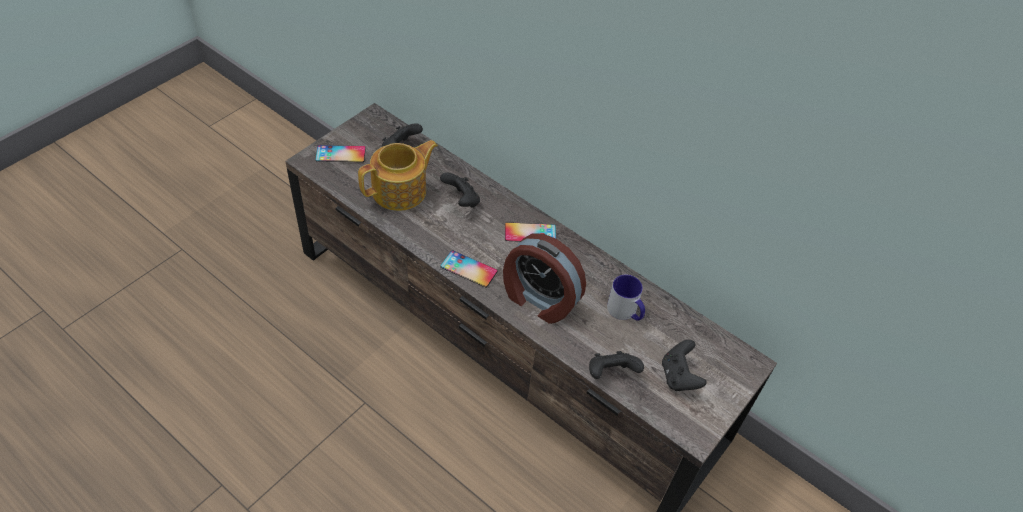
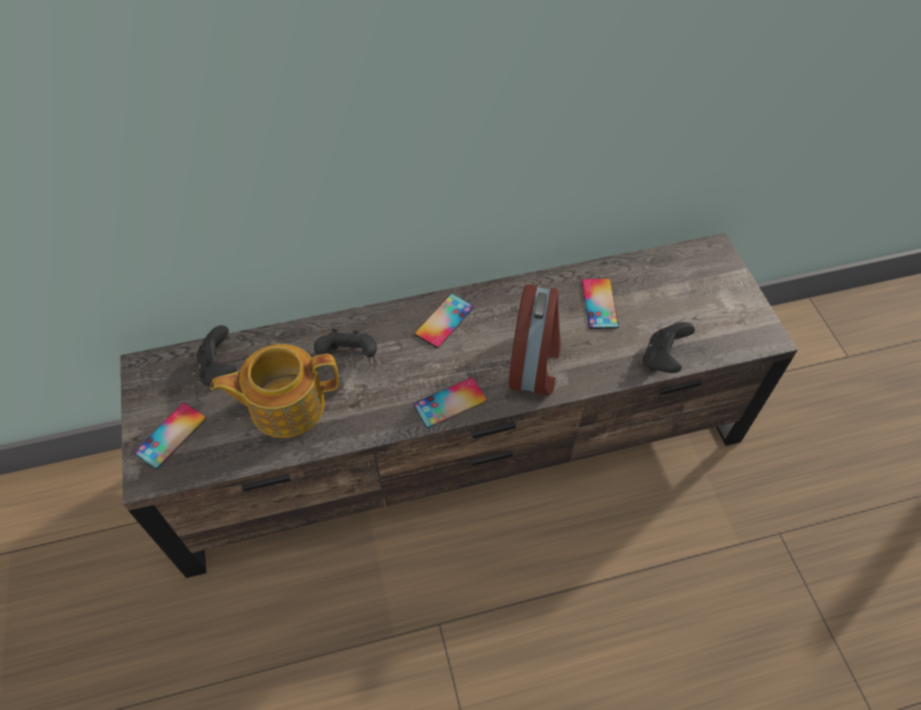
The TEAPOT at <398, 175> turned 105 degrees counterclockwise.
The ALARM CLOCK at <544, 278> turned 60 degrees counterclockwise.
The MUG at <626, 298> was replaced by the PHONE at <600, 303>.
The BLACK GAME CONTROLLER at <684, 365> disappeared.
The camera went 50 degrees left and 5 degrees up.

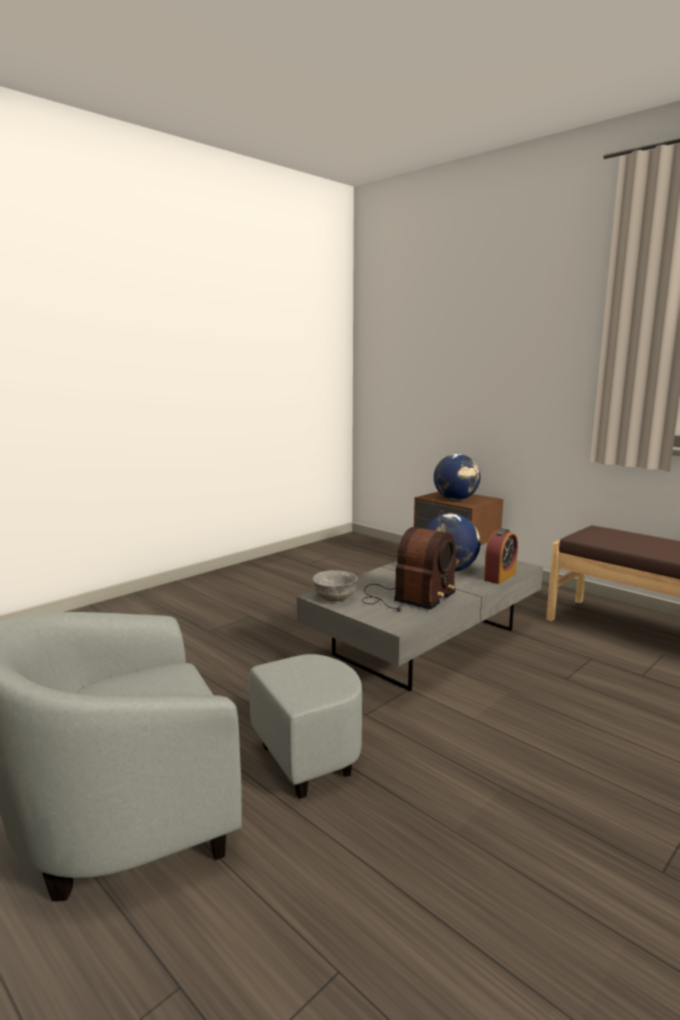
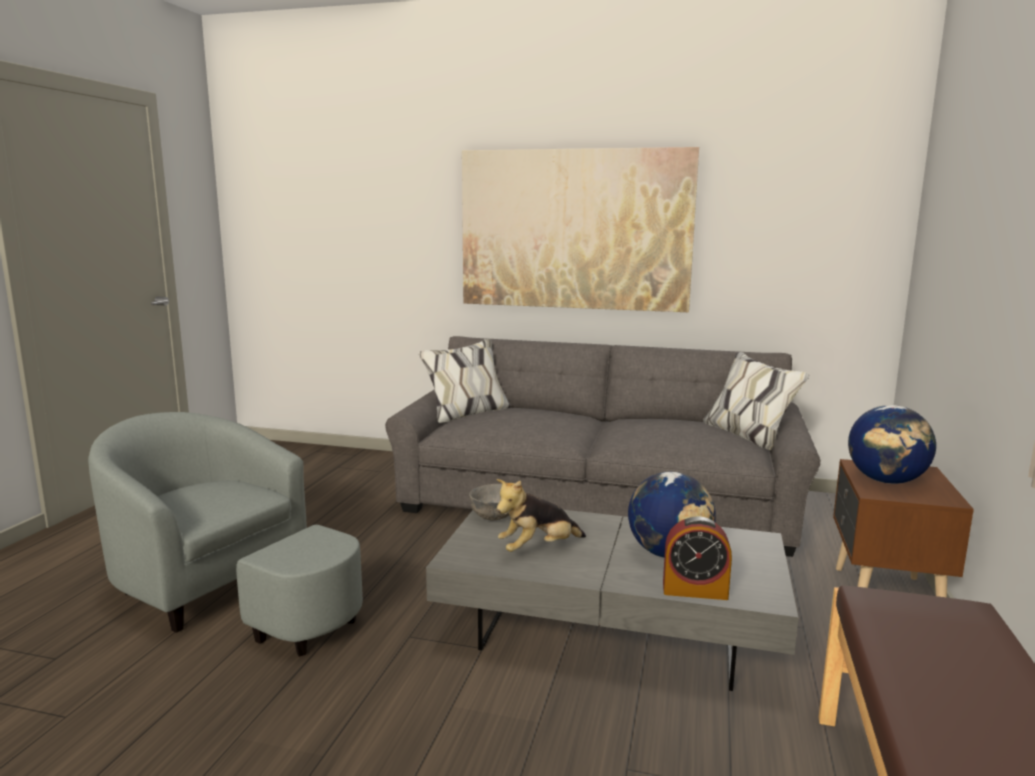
The RADIO at <409, 569> was replaced by the PLUSH TOY at <541, 515>.
The GREY SOFA at <602, 446> appeared.
The PICTURE at <580, 229> appeared.
The camera went 60 degrees right and 0 degrees up.

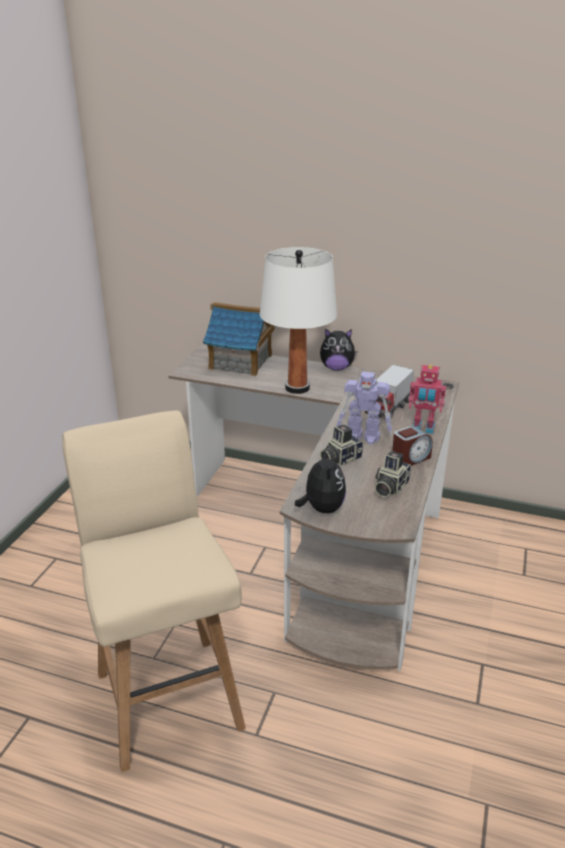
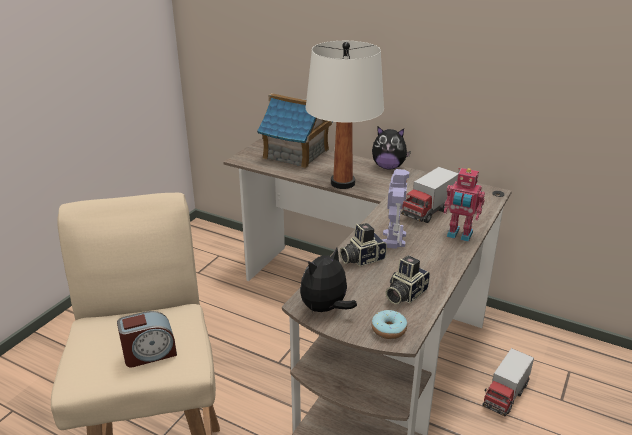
The PLUSH TOY at <320, 480> turned 135 degrees counterclockwise.
The TOY ROBOT at <364, 407> turned 105 degrees counterclockwise.
The ALARM CLOCK moved from <412, 446> to <147, 339>.
The DONUT at <389, 324> appeared.
The TOY TRUCK at <508, 382> appeared.
The camera went 10 degrees right and 0 degrees up.

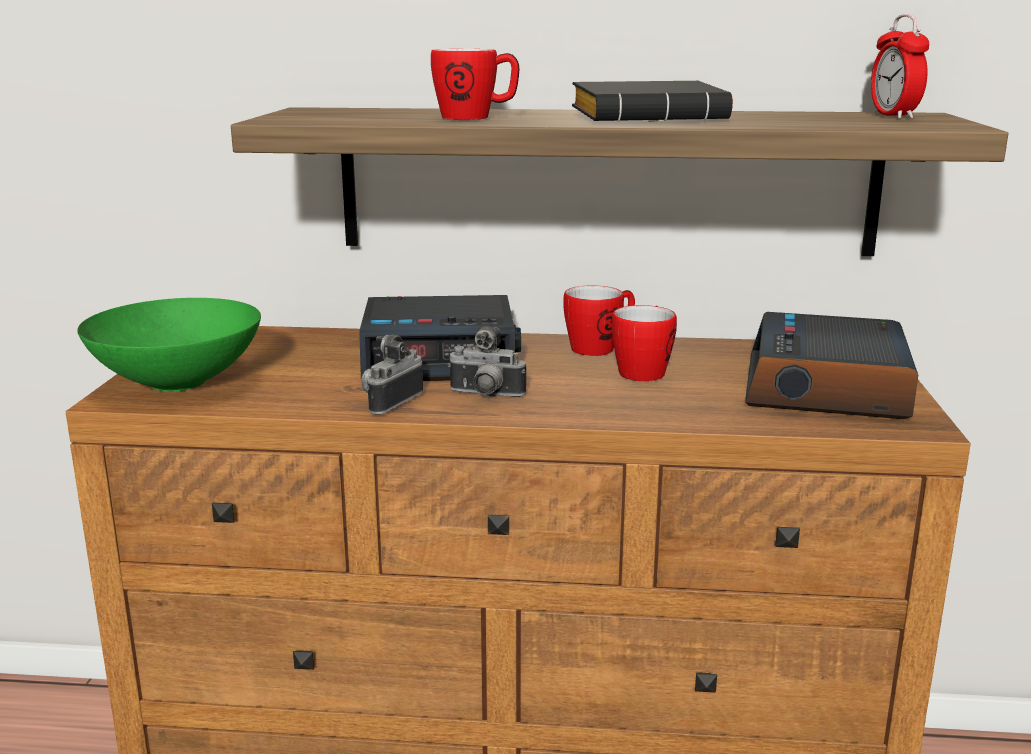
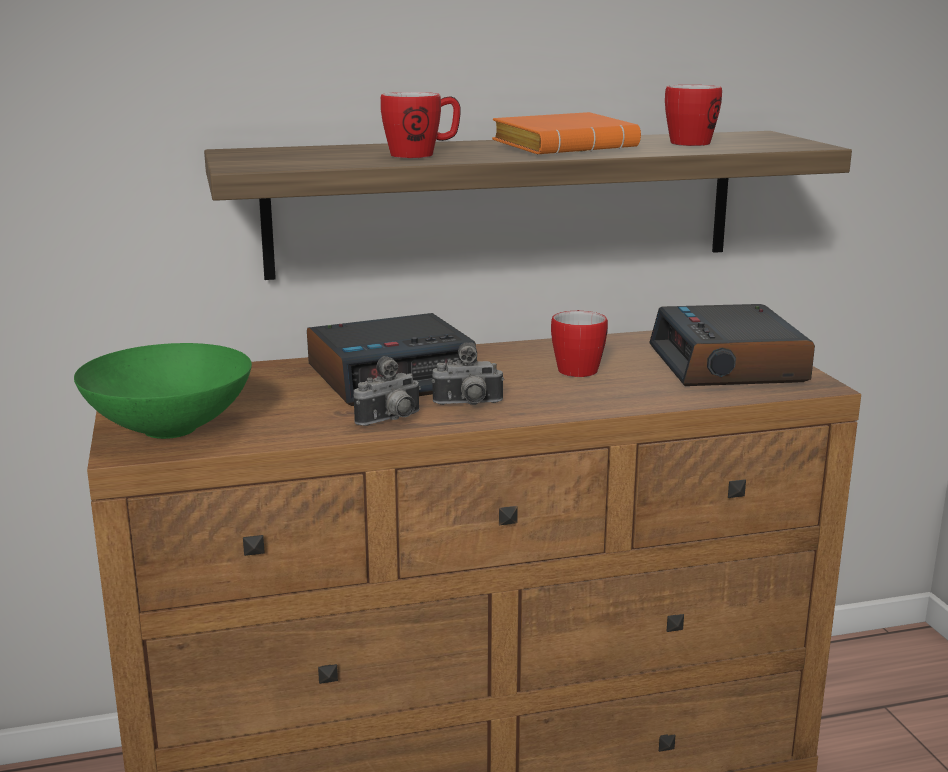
The PHOTO CAMERA at <392, 375> turned 135 degrees counterclockwise.
The MUG moved from <599, 320> to <693, 115>.
The BLACK BOOK at <652, 101> became the ORANGE BOOK at <566, 133>.
The ALARM CLOCK at <900, 66> disappeared.
The camera went 20 degrees left and 0 degrees up.

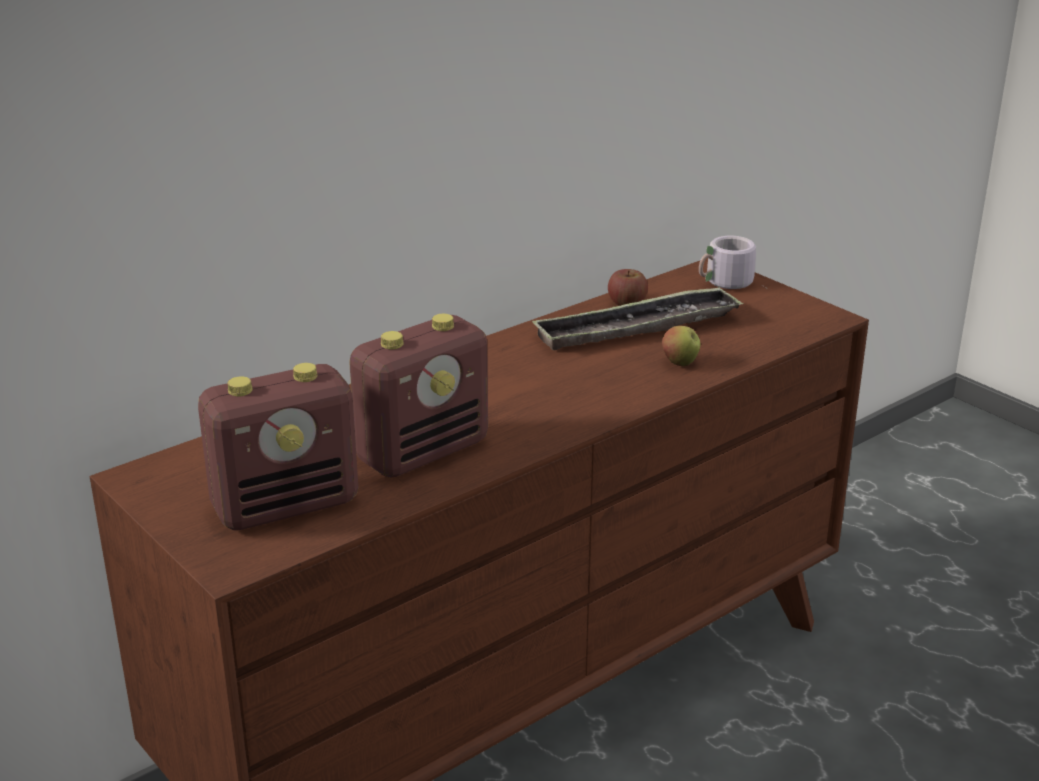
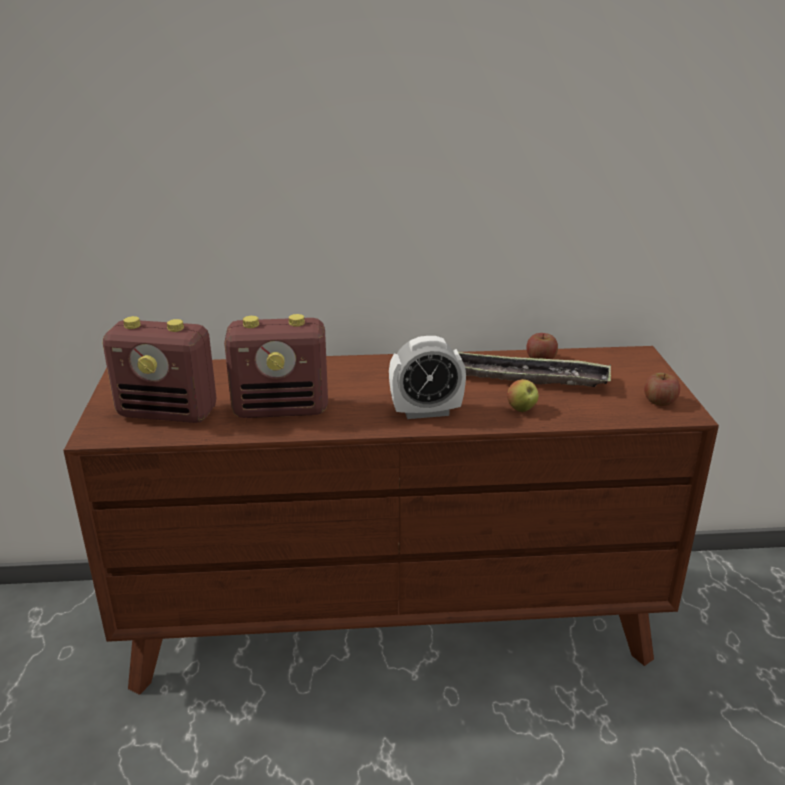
The GREY MUG at <733, 262> disappeared.
The ALARM CLOCK at <427, 377> appeared.
The APPLE at <662, 389> appeared.
The camera went 35 degrees right and 0 degrees up.

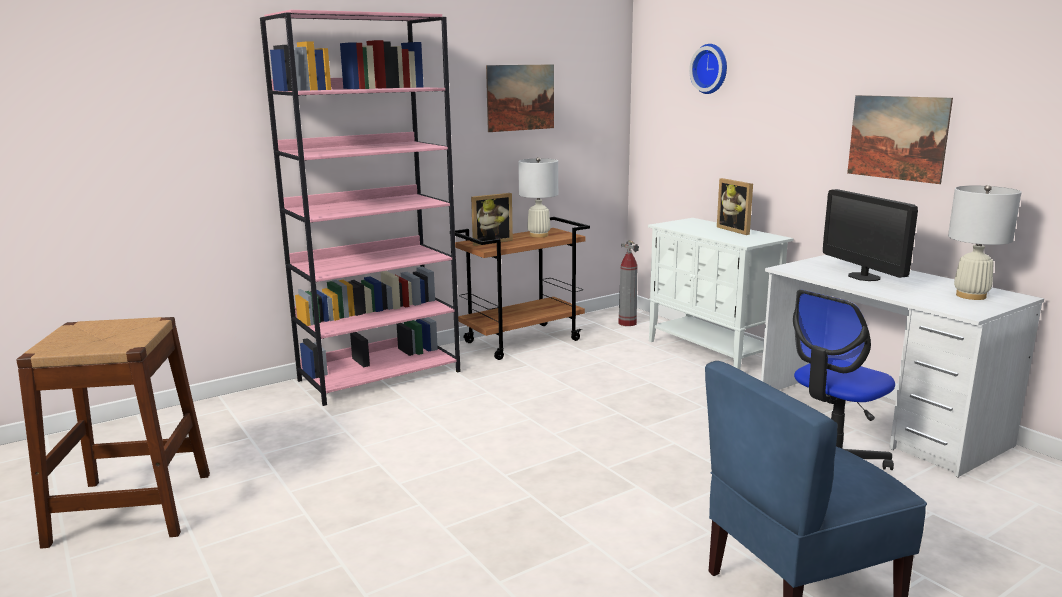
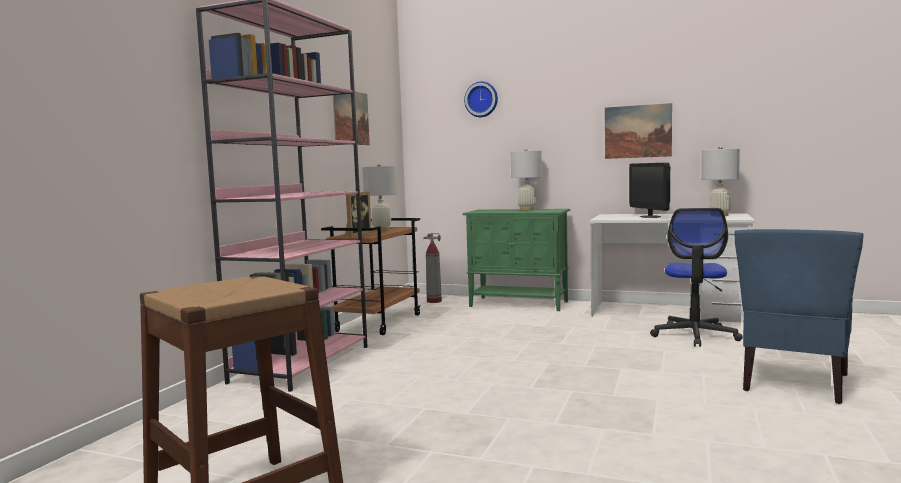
The WHITE CABINET at <720, 294> became the GREEN CABINET at <516, 260>.
The PICTURE FRAME at <735, 206> was replaced by the WHITE TABLE LAMP at <526, 179>.
The MONITOR at <870, 235> turned 45 degrees clockwise.
The camera went 35 degrees left and 10 degrees down.

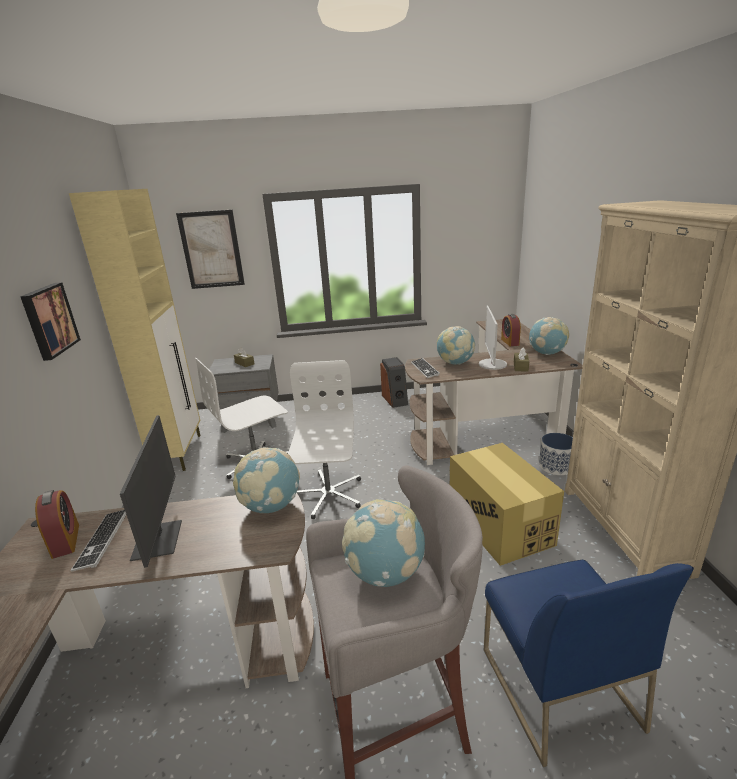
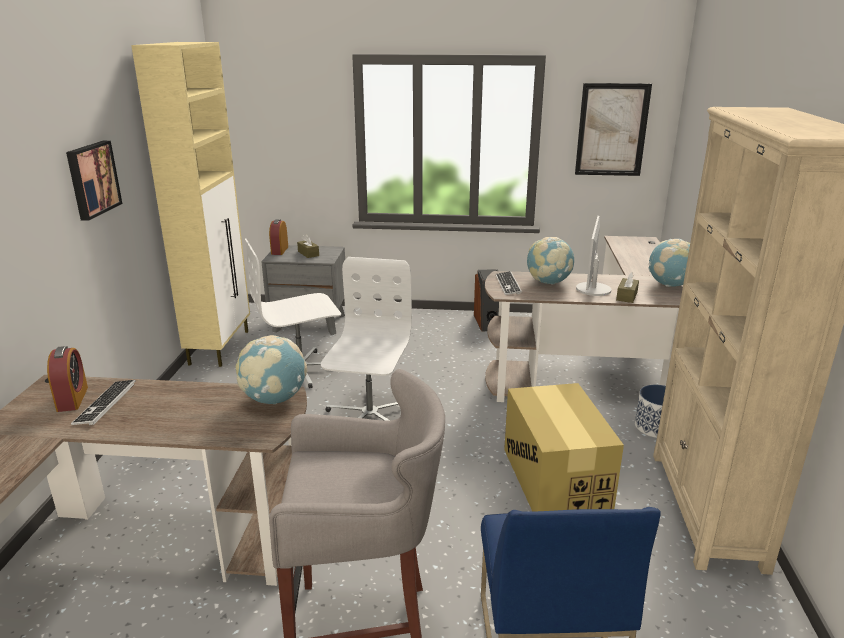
The MONITOR at <151, 491> disappeared.
The PICTURE moved from <210, 249> to <613, 129>.
The GLOBE at <383, 543> disappeared.
The ALARM CLOCK moved from <511, 330> to <278, 237>.
The camera went 10 degrees right and 0 degrees up.

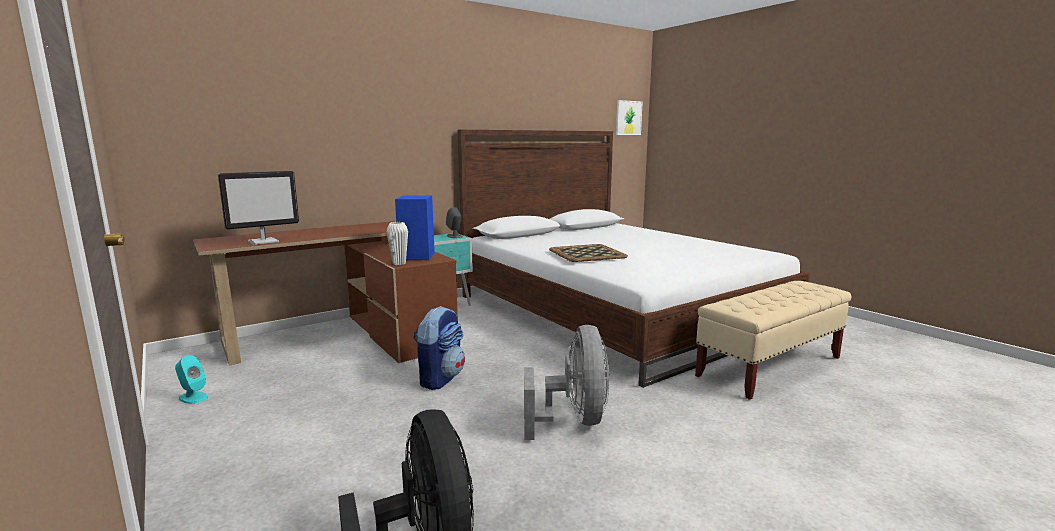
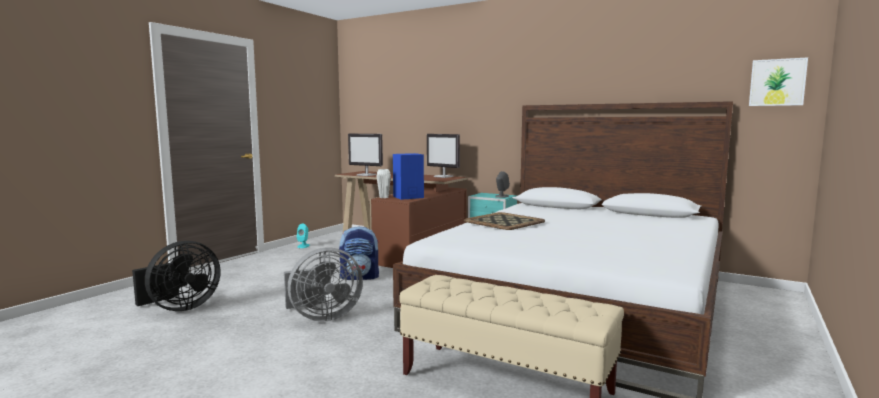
The MONITOR at <443, 156> appeared.
The camera went 65 degrees right and 5 degrees down.

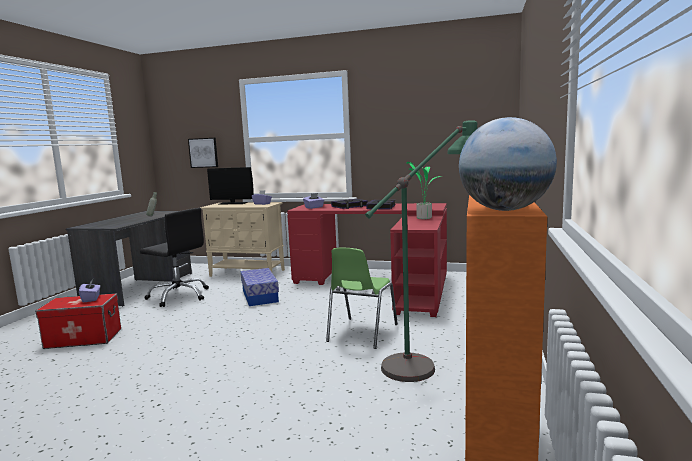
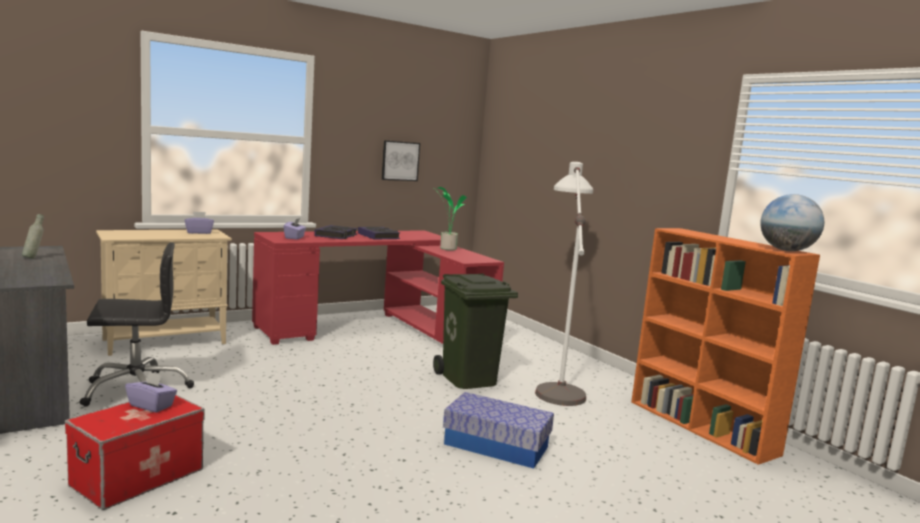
The PICTURE moved from <203, 153> to <400, 160>.
The MONITOR at <230, 185> disappeared.
The STORAGE BOX moved from <260, 287> to <498, 430>.
The GREEN CHAIR at <362, 298> was replaced by the GREEN TRASH CAN at <475, 331>.
The GREEN FLOOR LAMP at <421, 251> became the WHITE FLOOR LAMP at <564, 284>.
The camera went 50 degrees left and 0 degrees up.

